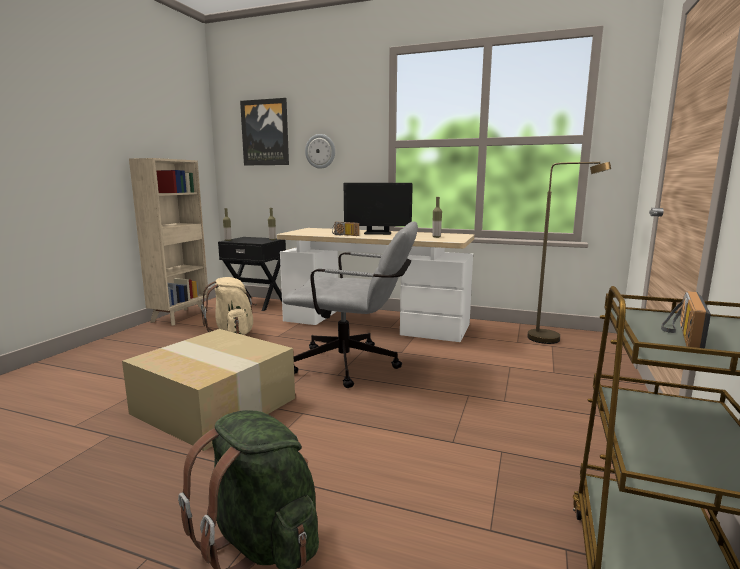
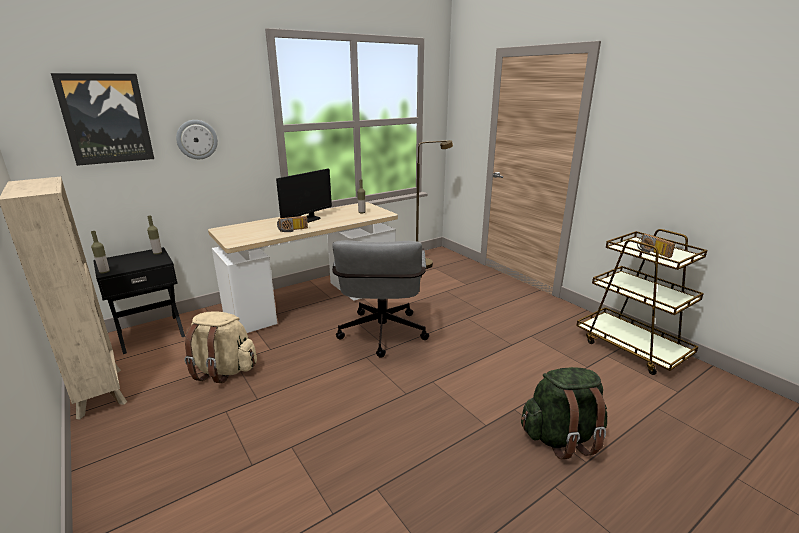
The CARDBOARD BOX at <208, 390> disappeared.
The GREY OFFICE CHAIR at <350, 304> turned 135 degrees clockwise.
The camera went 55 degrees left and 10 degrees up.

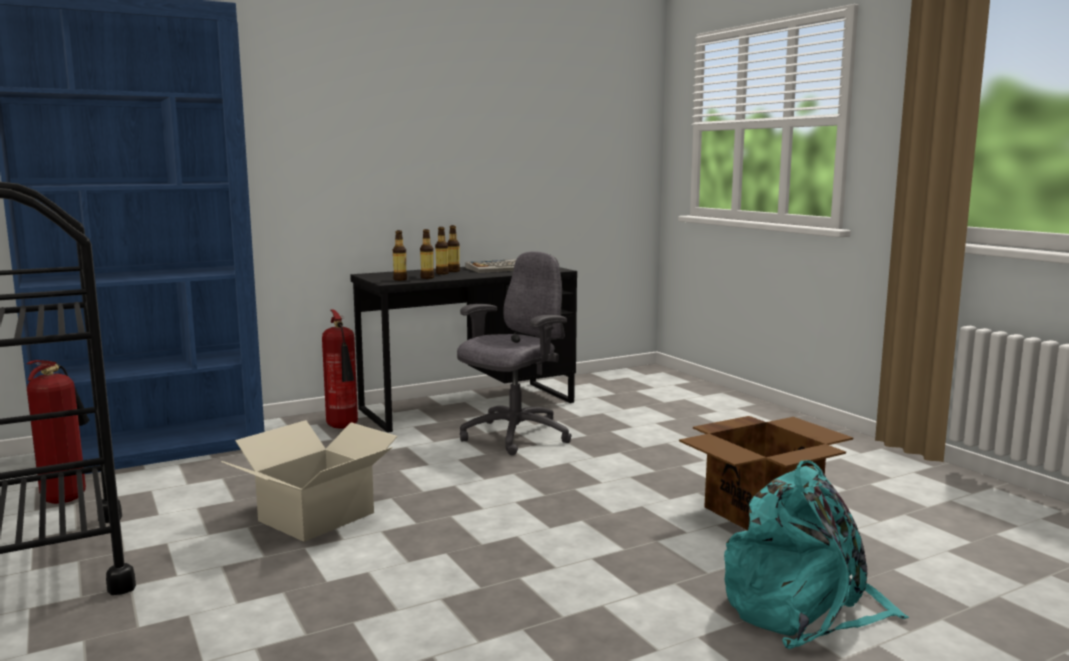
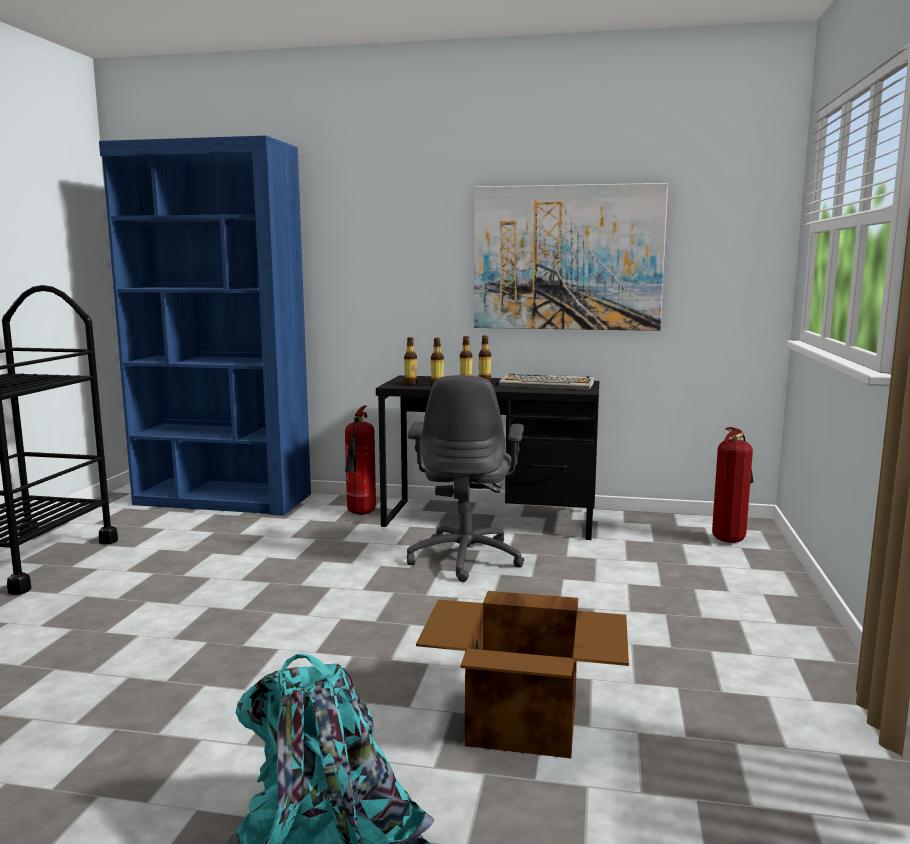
The FIRE EXTINGUISHER moved from <57, 432> to <732, 485>.
The CARDBOARD BOX at <309, 481> disappeared.
The GREY OFFICE CHAIR at <514, 353> turned 105 degrees clockwise.
The PICTURE at <571, 257> appeared.
The camera went 40 degrees right and 0 degrees up.

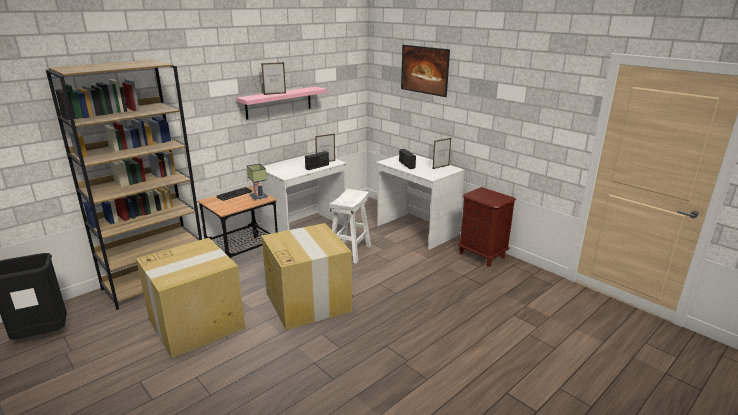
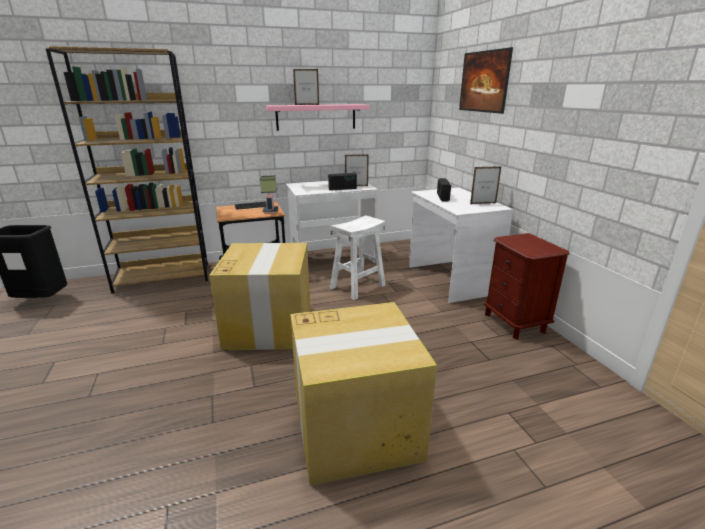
The CARDBOARD BOX moved from <190, 298> to <363, 394>.
The camera went 25 degrees right and 0 degrees up.

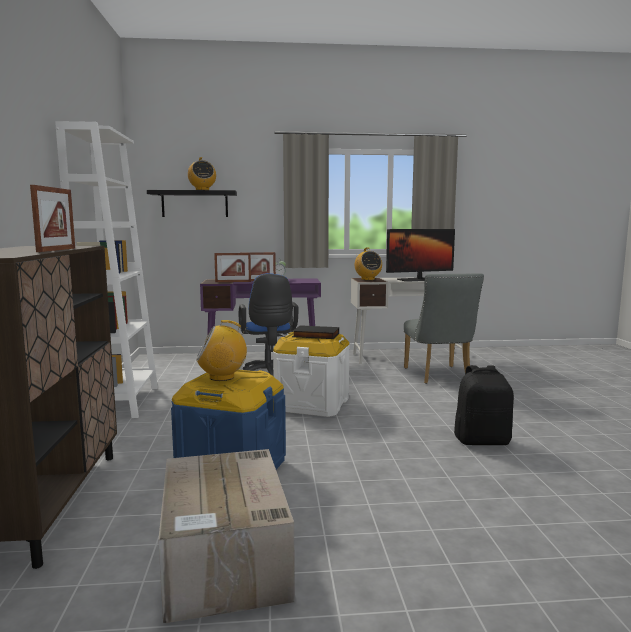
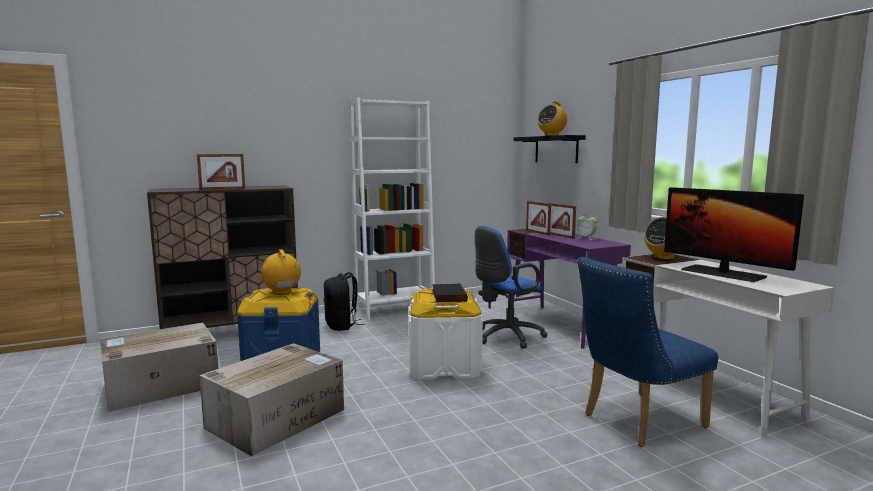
The GREY CHAIR at <444, 328> became the BLUE CHAIR at <647, 352>.
The BLACK BACKPACK moved from <484, 405> to <344, 301>.
The CARDBOARD BOX at <271, 400> appeared.
The camera went 70 degrees right and 0 degrees up.

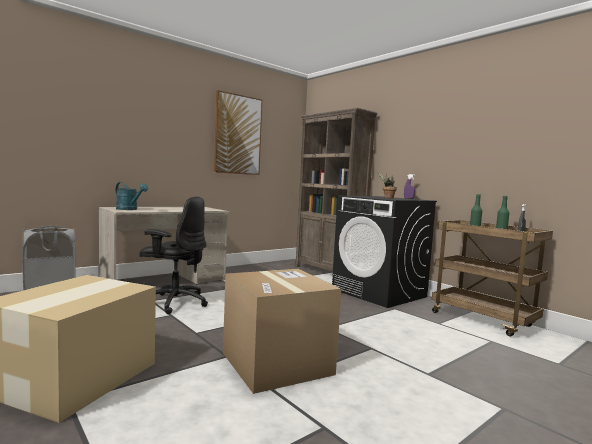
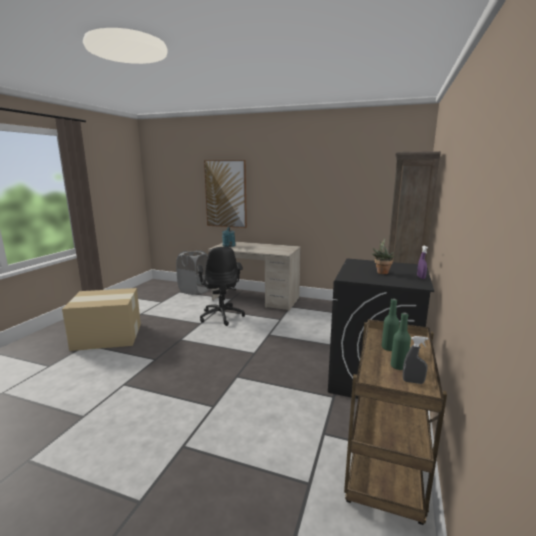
The PICTURE moved from <238, 132> to <225, 194>.
The CARDBOARD BOX at <282, 331> disappeared.
The camera went 60 degrees right and 10 degrees up.

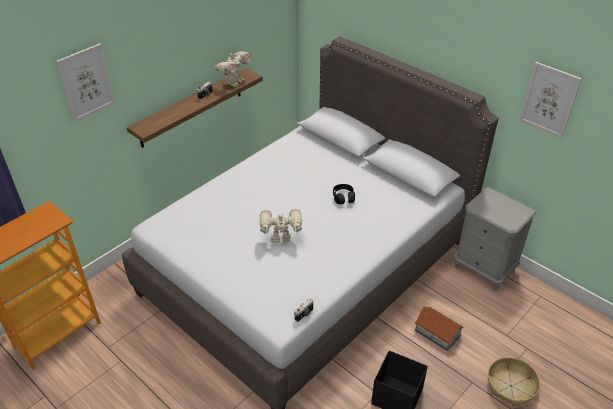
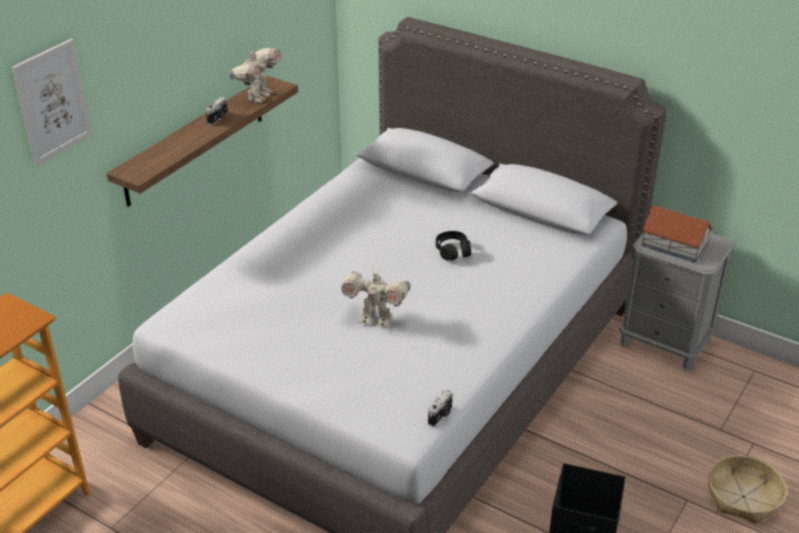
The TOY ROBOT at <280, 226> turned 150 degrees counterclockwise.
The TOY HOUSE moved from <439, 329> to <677, 234>.
The PICTURE at <550, 100> disappeared.
The camera went 10 degrees left and 5 degrees down.

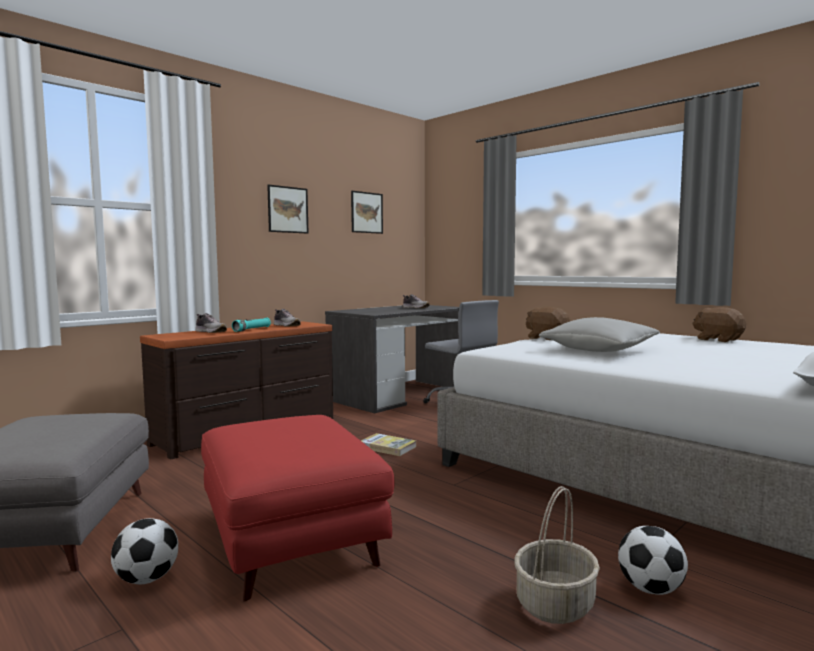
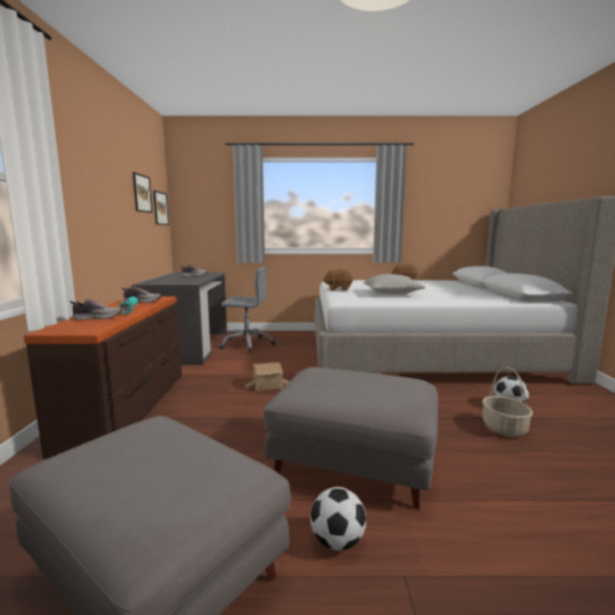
The RED OTTOMAN at <298, 508> became the GREY OTTOMAN at <350, 438>.
The PICTURE moved from <287, 208> to <161, 208>.
The BOOK at <388, 444> was replaced by the TOY HOUSE at <267, 376>.
The camera went 45 degrees left and 5 degrees up.

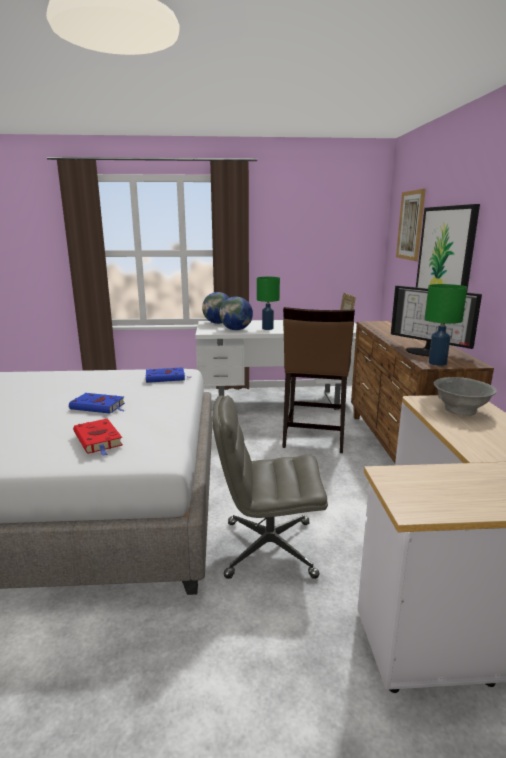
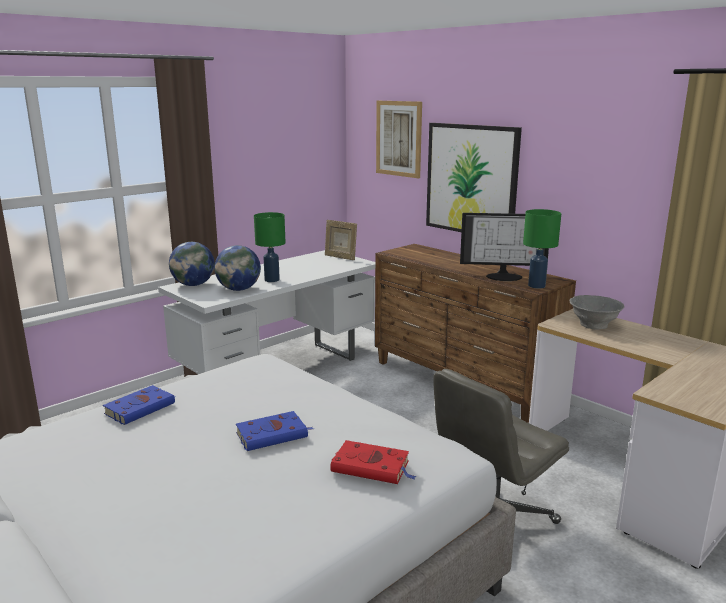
The BLUE BOOK moved from <168, 375> to <139, 405>.
The BROWN STOOL at <318, 380> disappeared.
The camera went 40 degrees left and 0 degrees up.

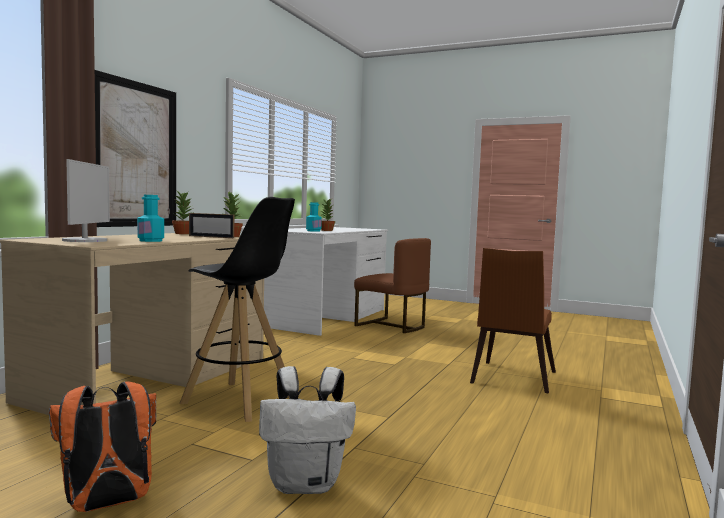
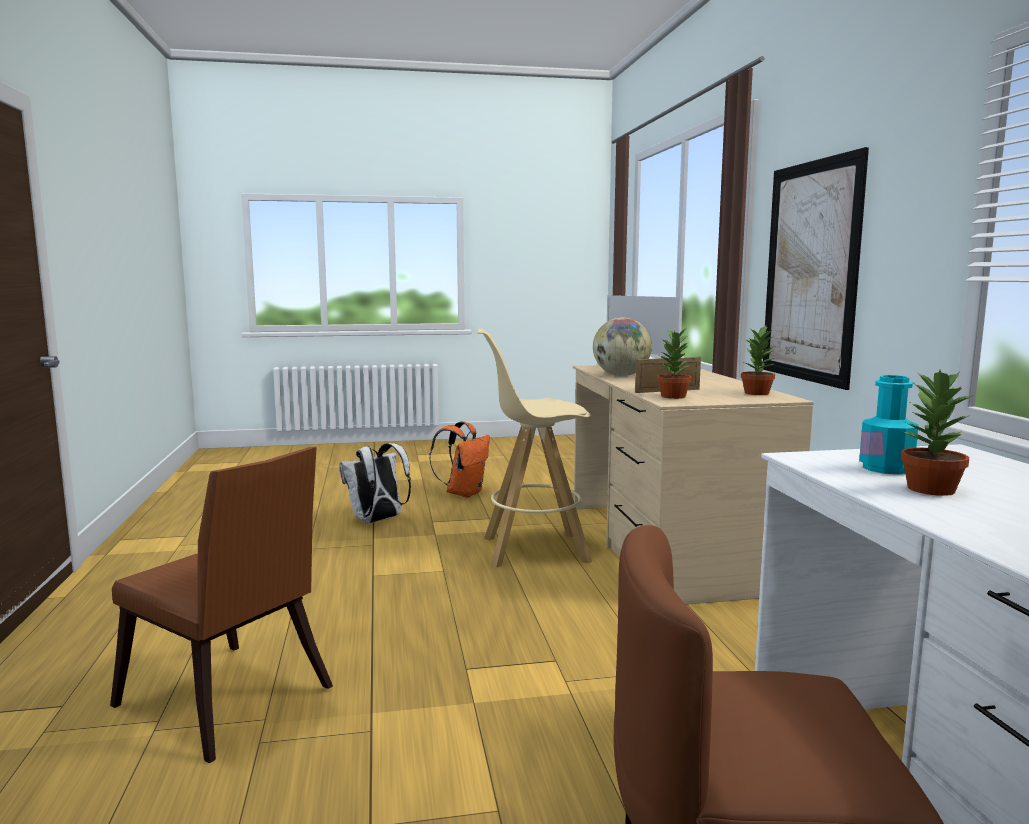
The TURQUOISE BOTTLE at <150, 218> was replaced by the GLOBE at <622, 346>.
The BLACK STOOL at <237, 309> became the BEIGE STOOL at <534, 448>.
The BROWN CHAIR at <513, 320> turned 135 degrees clockwise.
The camera went 145 degrees right and 5 degrees up.

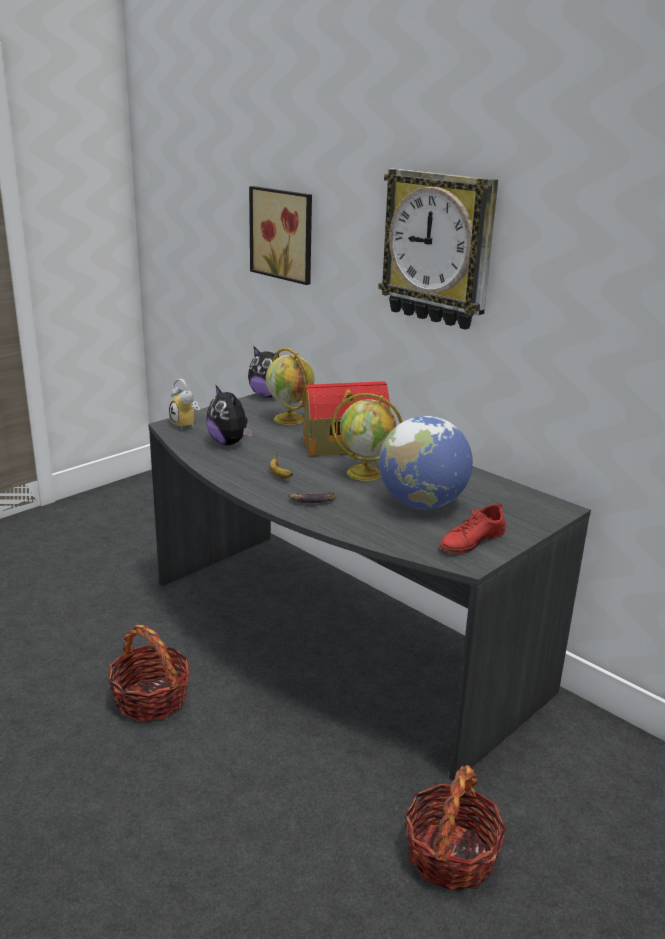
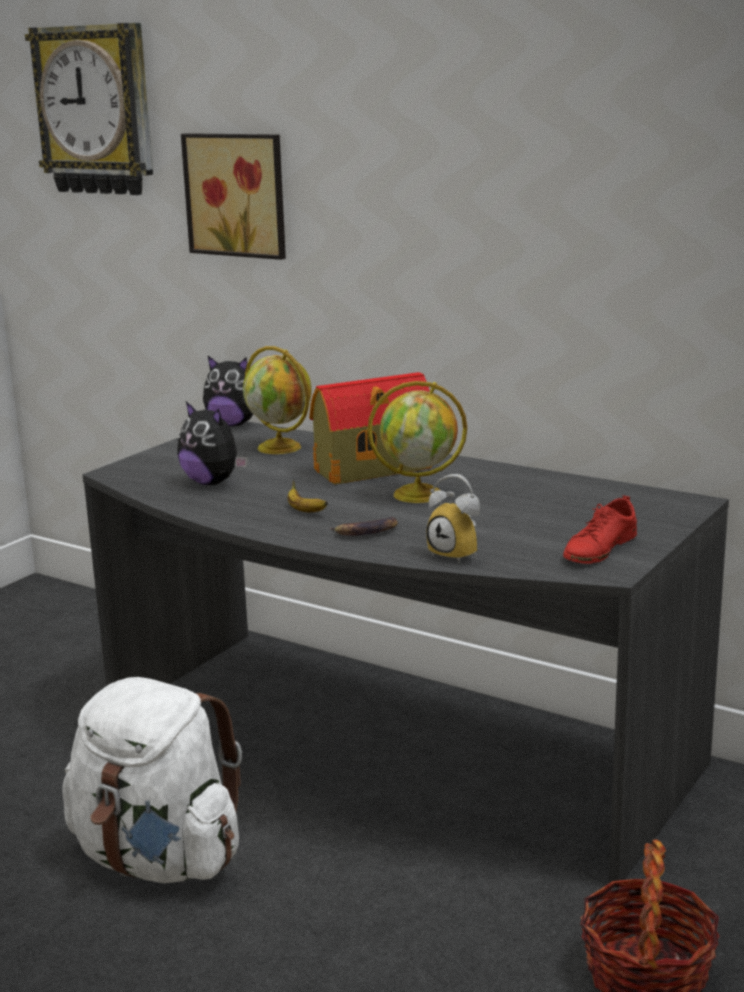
The BASKET at <149, 673> was replaced by the WHITE BACKPACK at <152, 780>.
The ALARM CLOCK moved from <184, 404> to <453, 519>.
The WALL CLOCK moved from <438, 249> to <89, 109>.
The GLOBE at <426, 462> disappeared.
The camera went 10 degrees left and 5 degrees down.

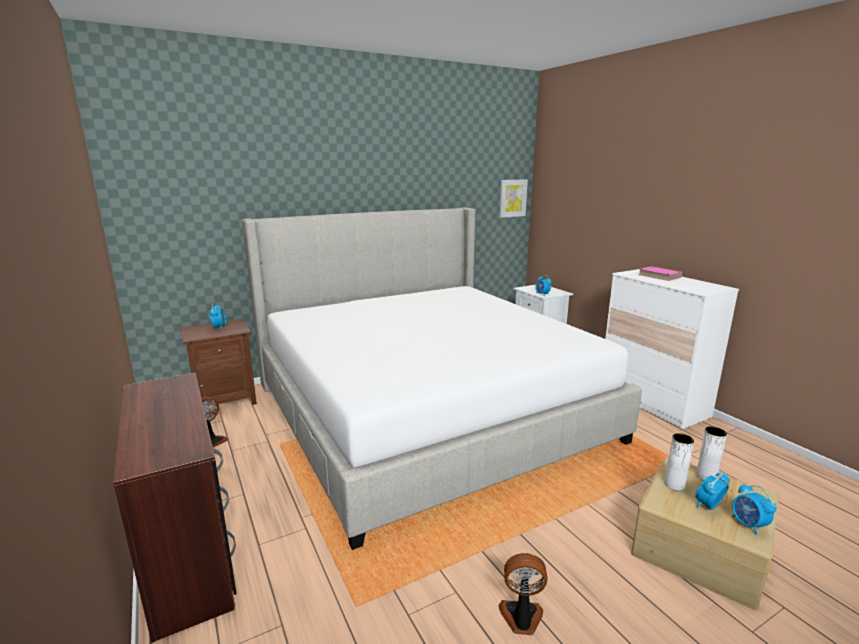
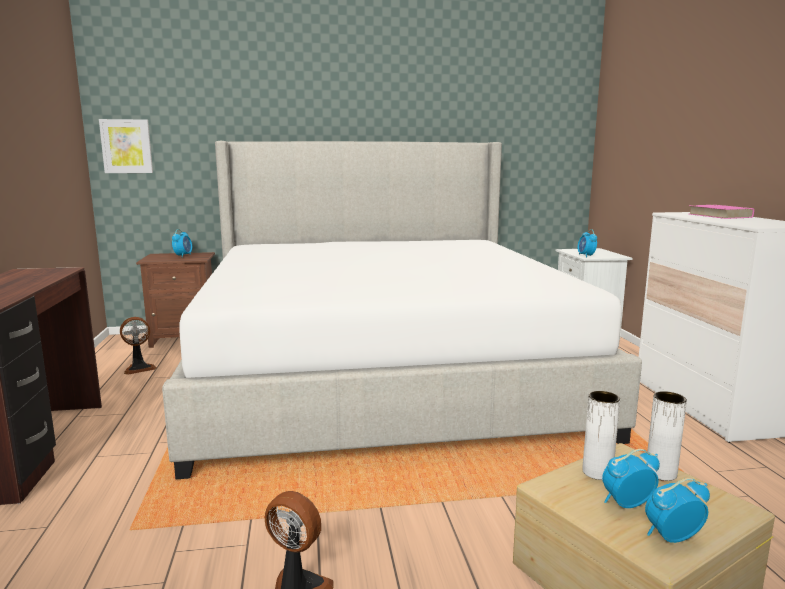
The PICTURE moved from <513, 198> to <126, 146>.
The ALARM CLOCK at <754, 509> turned 75 degrees clockwise.
The camera went 20 degrees right and 5 degrees down.

